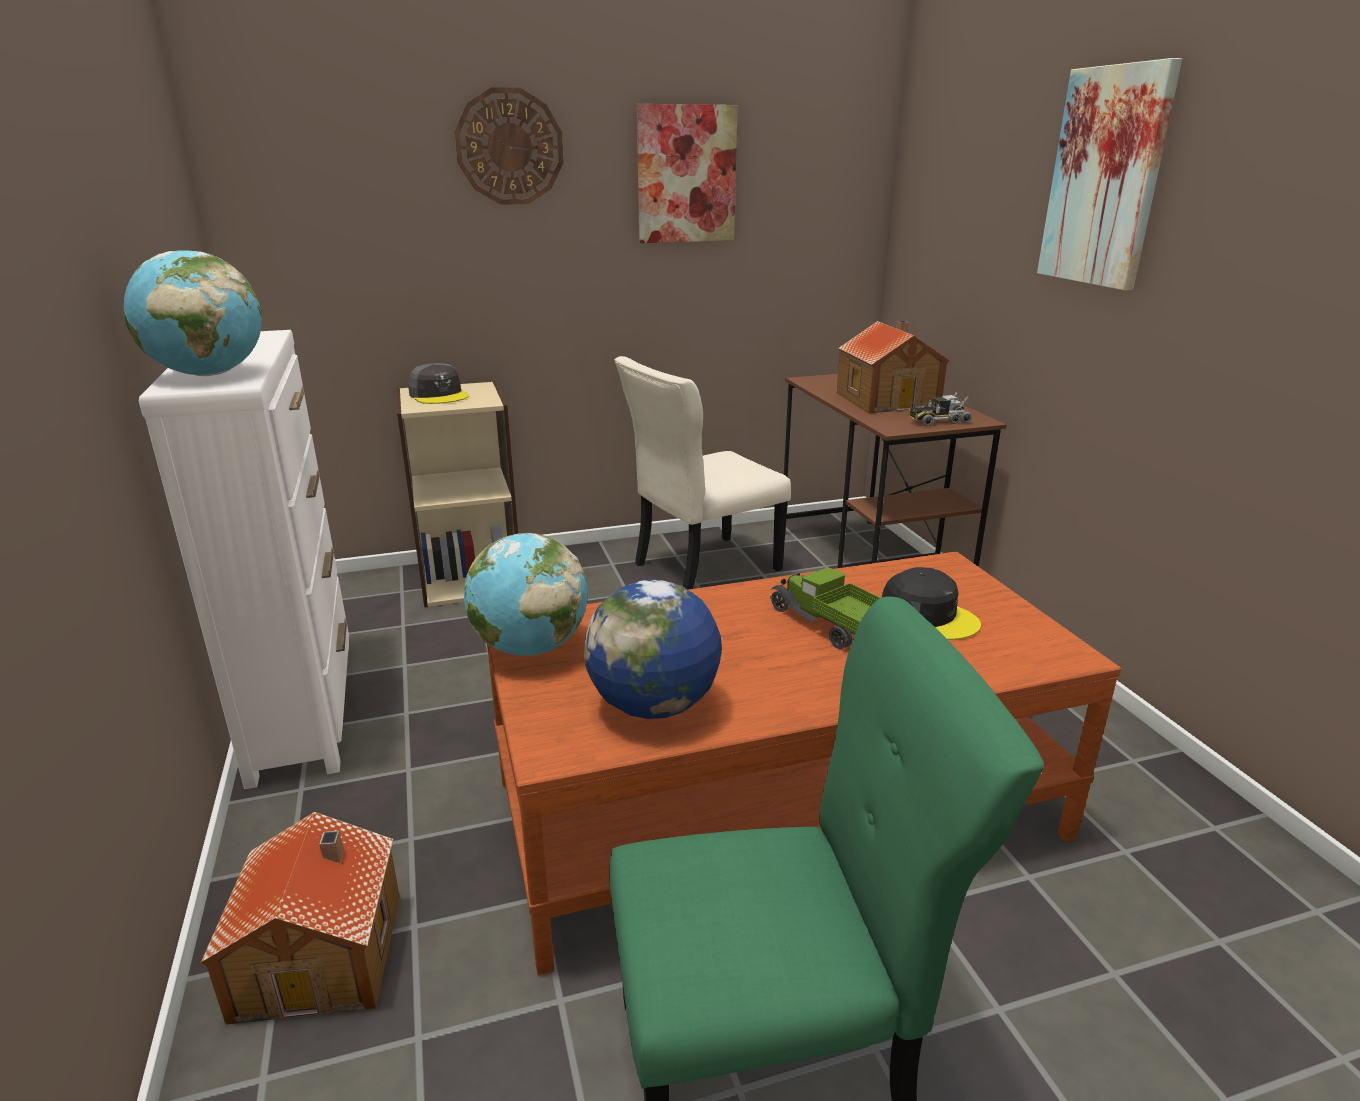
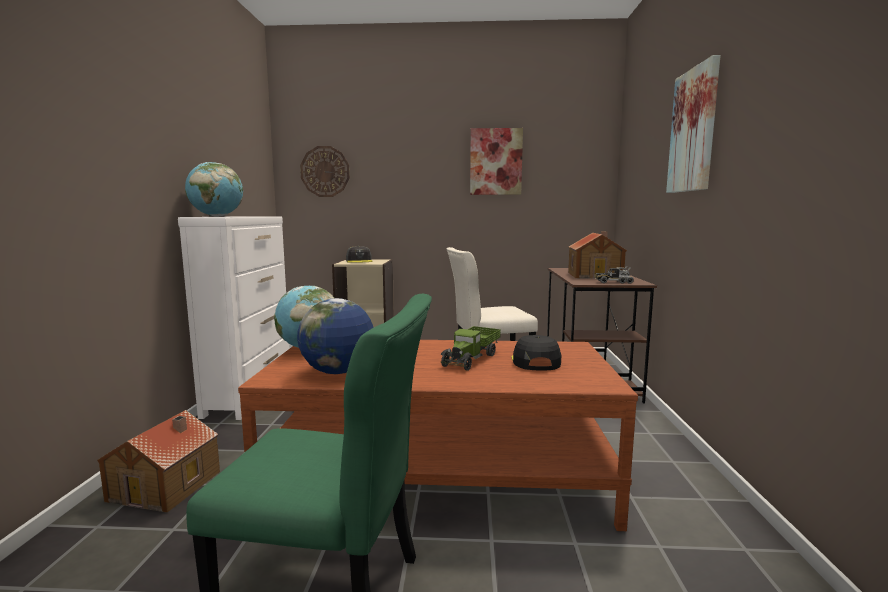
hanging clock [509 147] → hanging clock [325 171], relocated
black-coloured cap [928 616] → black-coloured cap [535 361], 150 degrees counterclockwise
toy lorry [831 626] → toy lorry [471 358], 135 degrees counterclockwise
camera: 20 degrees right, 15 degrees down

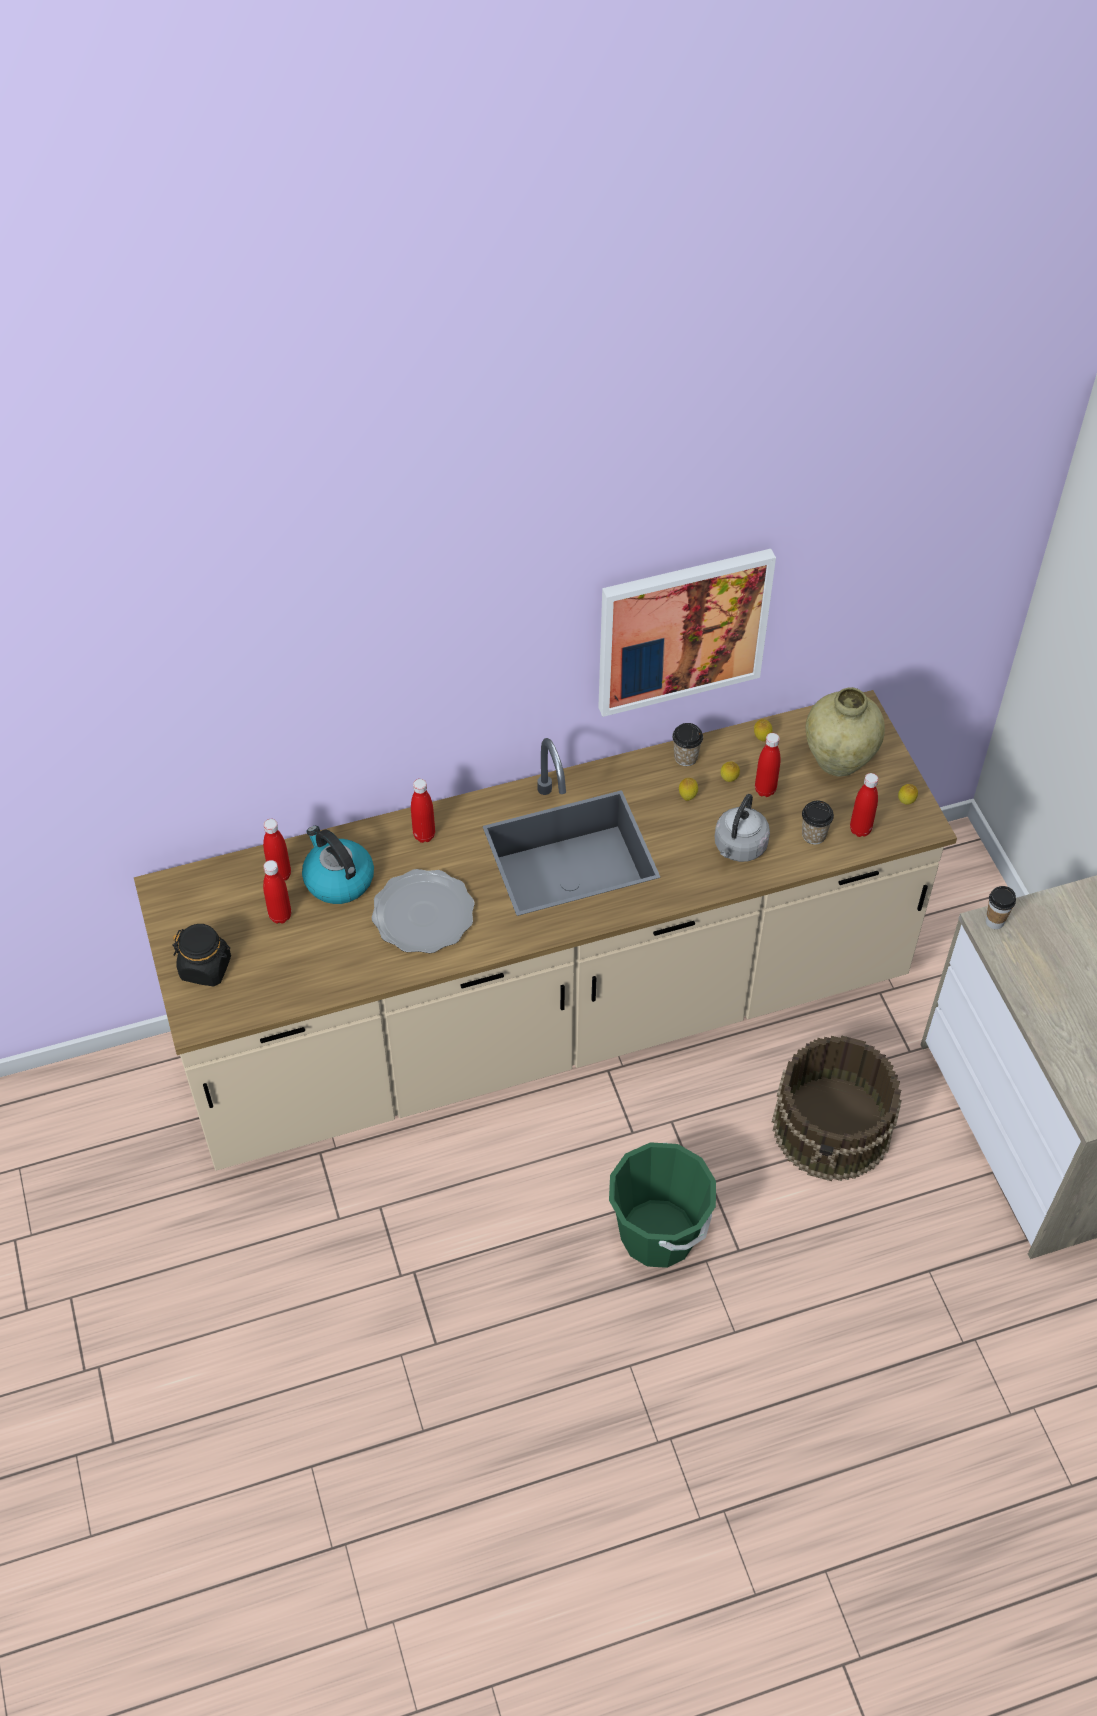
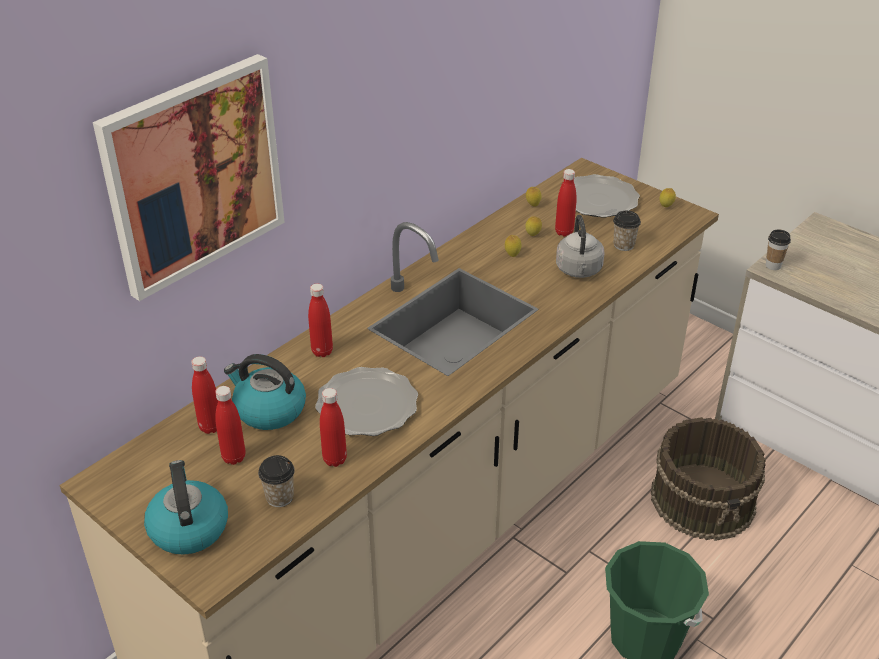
wall picture [682 630] → wall picture [194 175], relocated
sand-coloured flower vase [838 761] → plate [598 200]
cup [685 757] → cup [279 497], relocated
red drink bottle [860 829] → red drink bottle [334 459], relocated
black-coloured storage jar [206 967] → water kettle [188 528]
camera: 30 degrees left, 15 degrees down

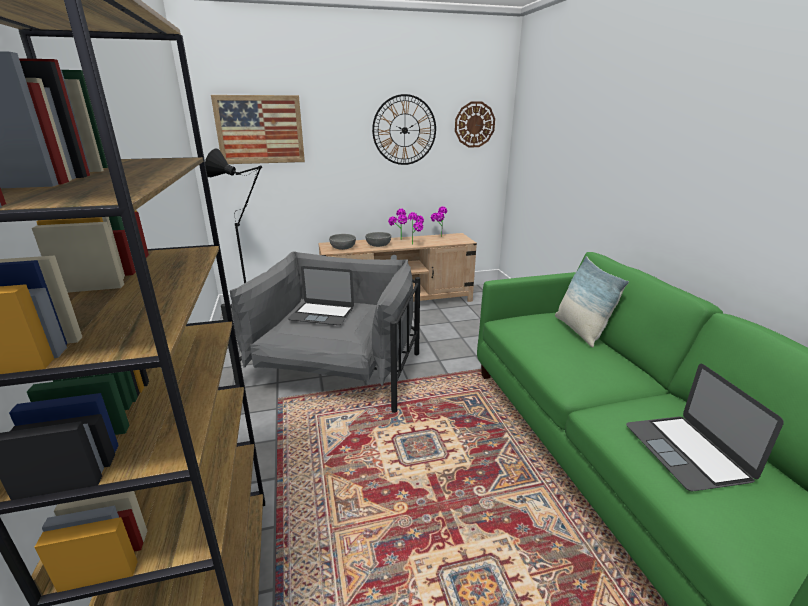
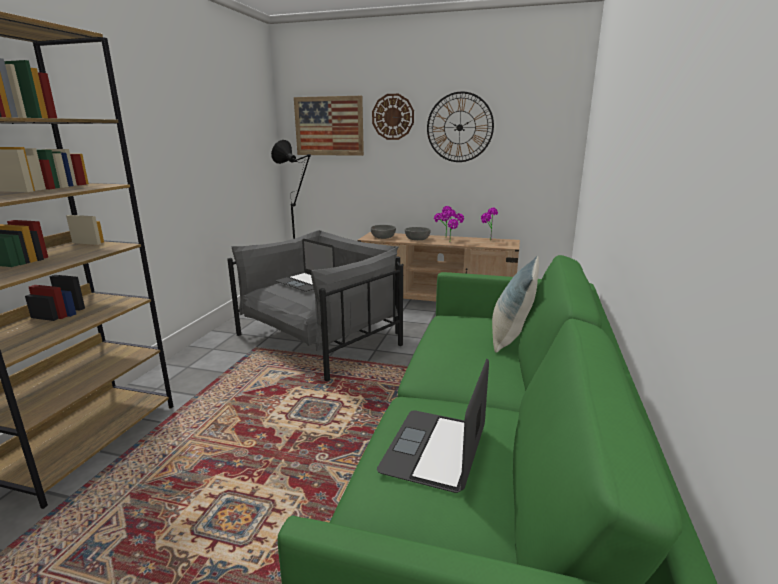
hanging clock [474 124] → hanging clock [393 117], relocated
camera: 30 degrees right, 5 degrees down

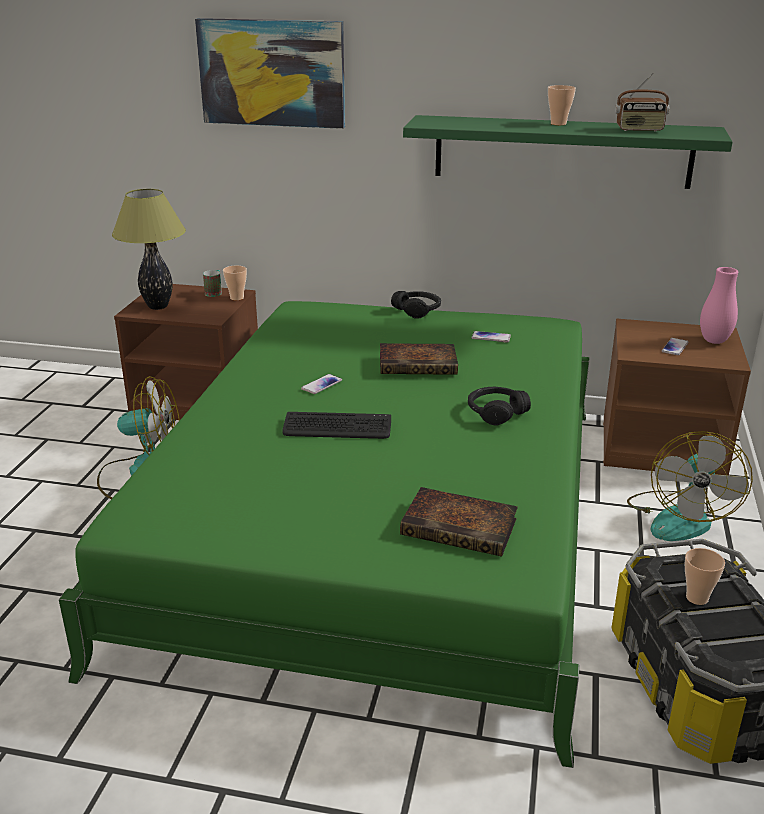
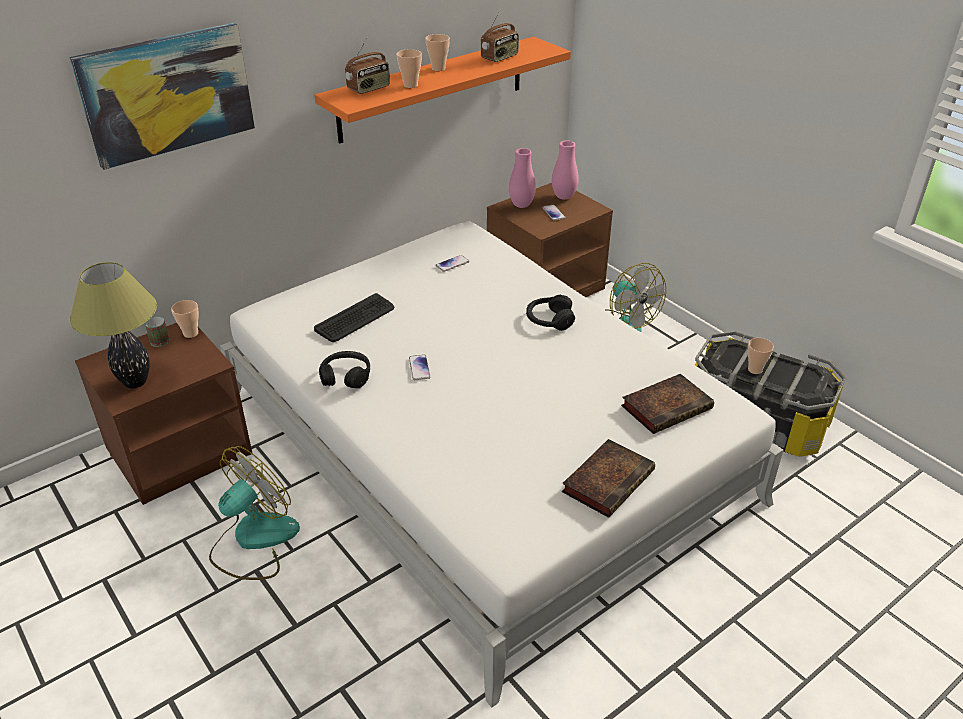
green-coloured bracket shelf [562 151] → orange-coloured bracket shelf [432 89]
black-coloured headset [417 310] → black-coloured headset [346 376], relocated
green-coloured bed [381 522] → whitish bed [481 447]
volume [420 364] → volume [608 480], relocated
PC keyboard [337 427] → PC keyboard [355 319], relocated
- → radio set [369 88]
- → cup [410 85]
- → pink-coloured flower vase [521 205]
camera: 50 degrees left, 10 degrees up

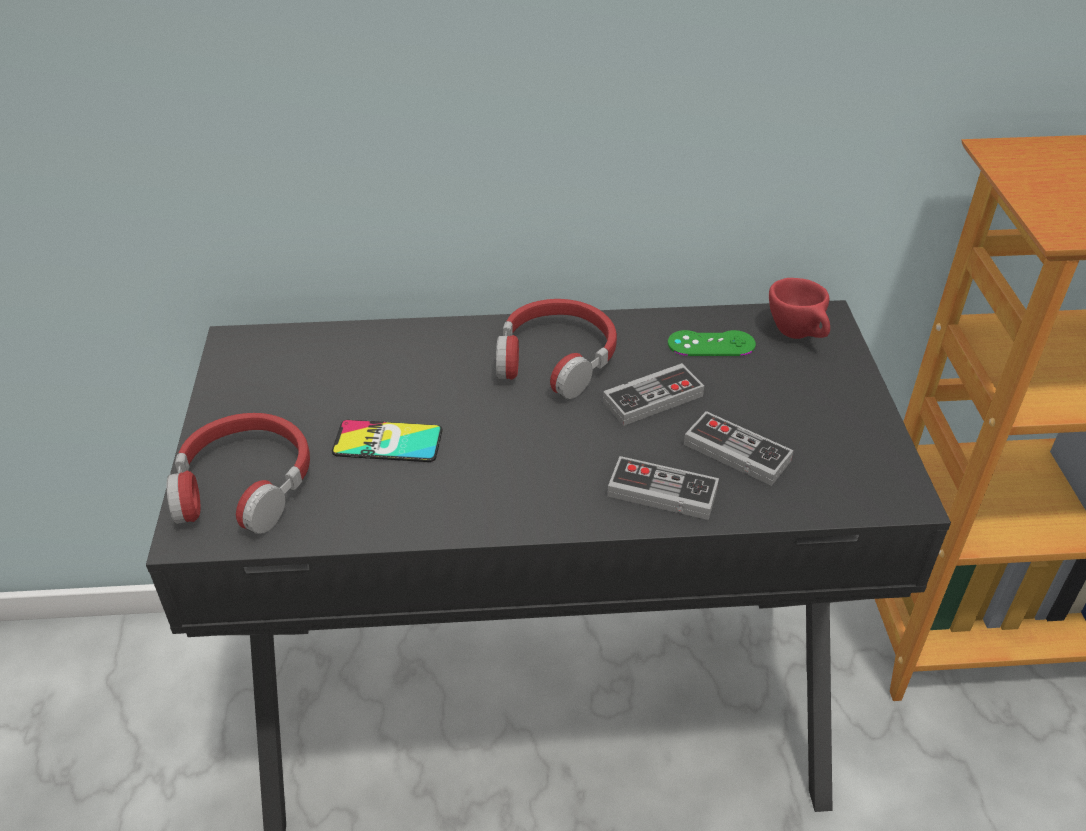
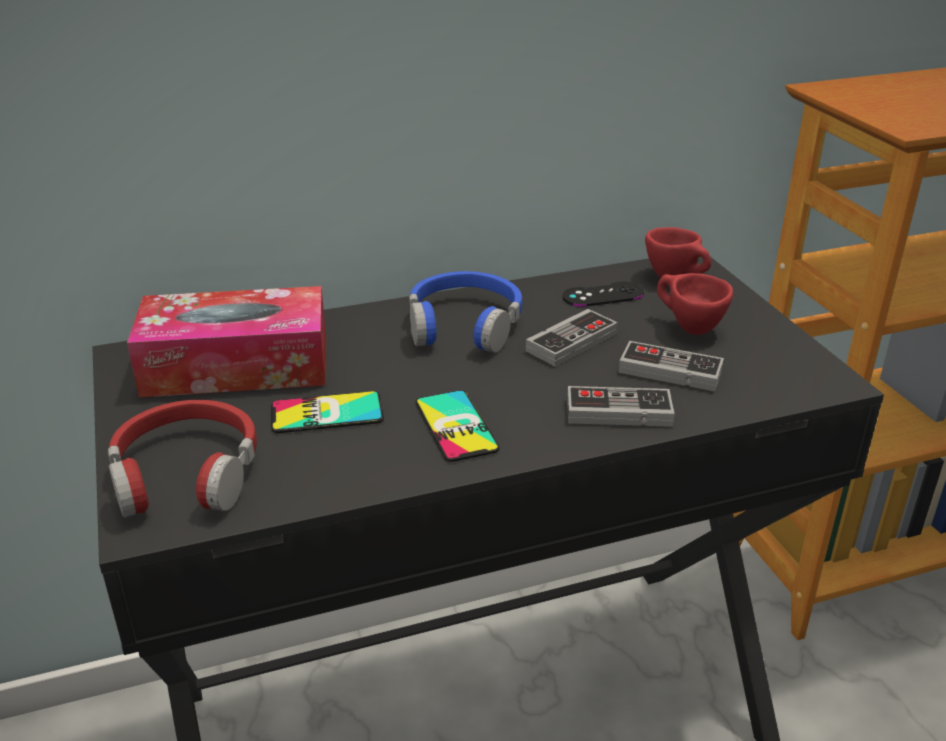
red headset [555 359] → blue-coloured headset [464 324]
green-coloured game controller [711 344] → black-coloured game controller [603 295]
- → red cup [687 327]
- → box of tissues [237 366]
- → phone [456 426]
camera: 15 degrees left, 10 degrees down

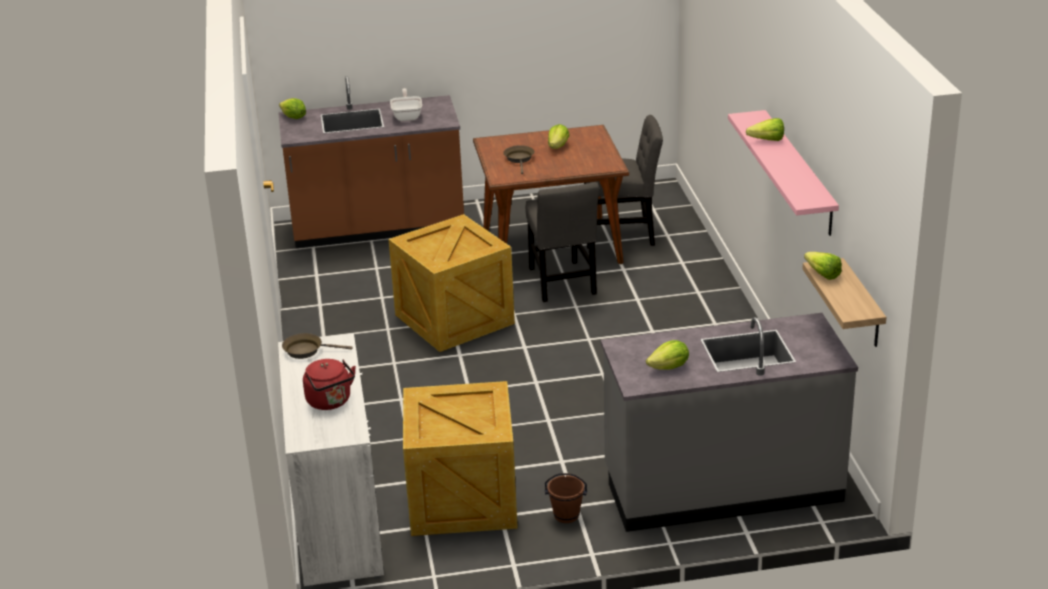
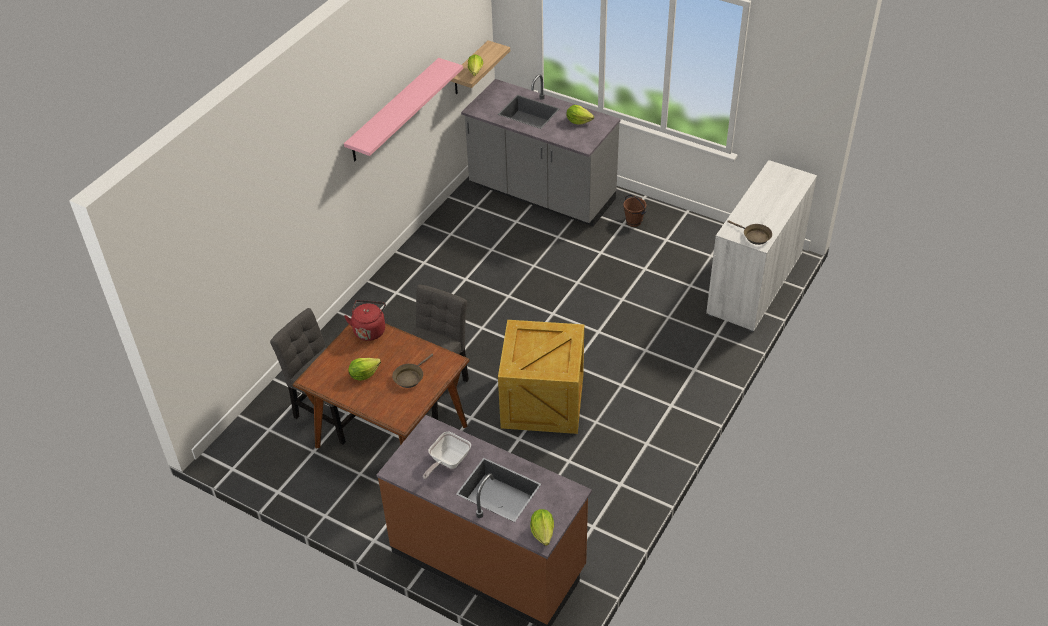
lettuce [764 140] → -
red water kettle [330 402] → red water kettle [369 330], relocated
packing crate [464 500] → -
camera: 140 degrees left, 15 degrees up

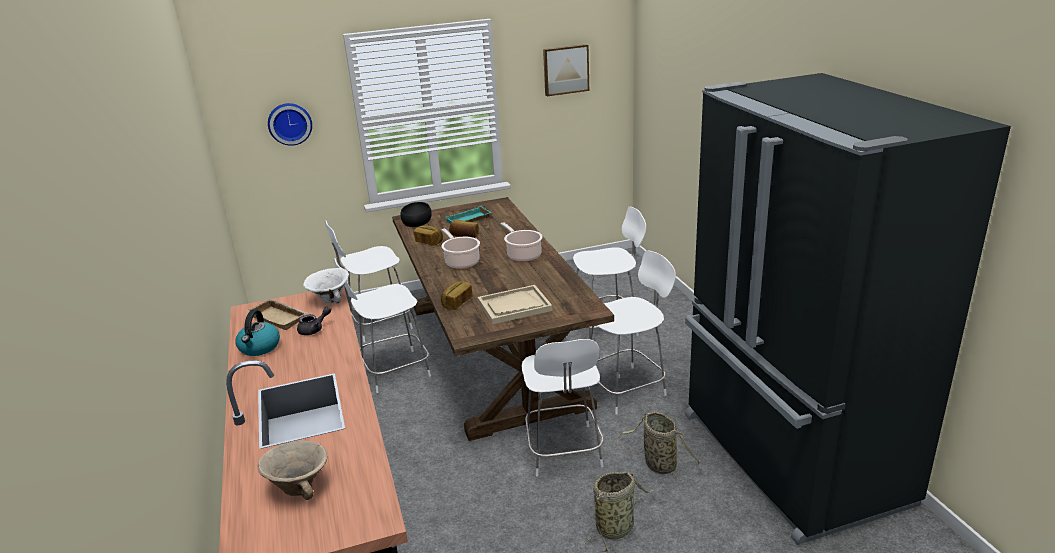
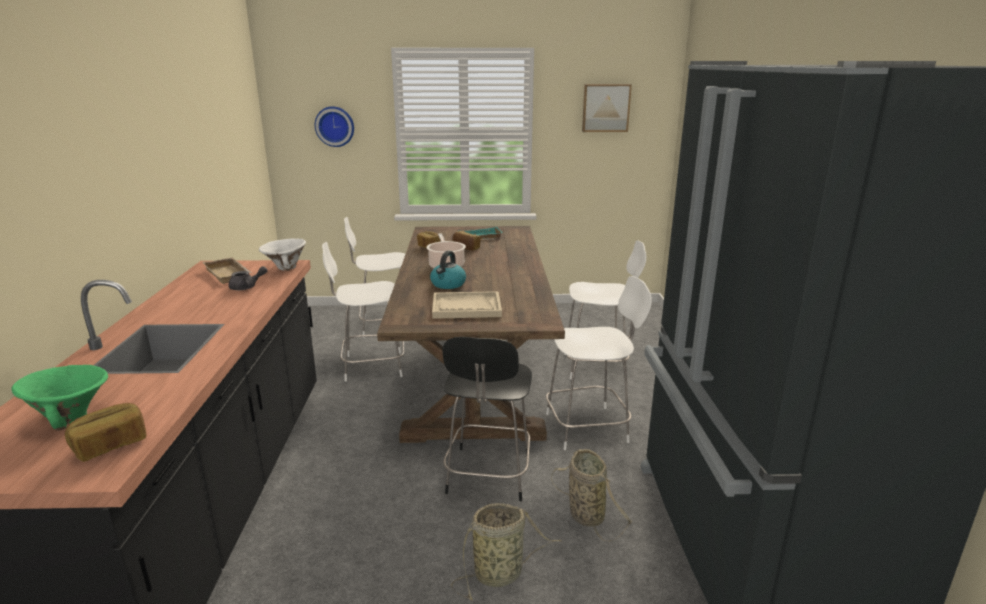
black-coloured deep dish [417 220] → -
stockpot [523 255] → -
bread [456 303] → bread [111 445], relocated
water kettle [259 348] → water kettle [448 284], relocated
whitish plain chair [564 452] → black-coloured plain chair [488 476]
sand-coloured deep dish [300 487] → green-coloured deep dish [73 417]
camera: 15 degrees right, 5 degrees down

